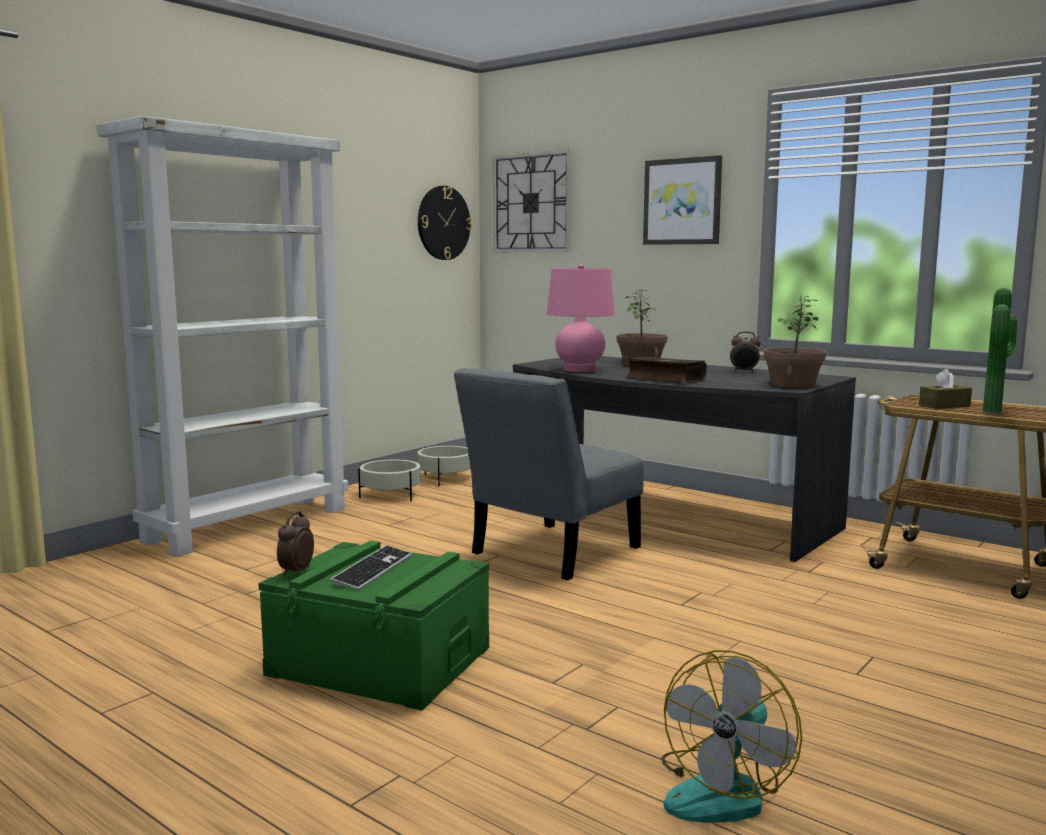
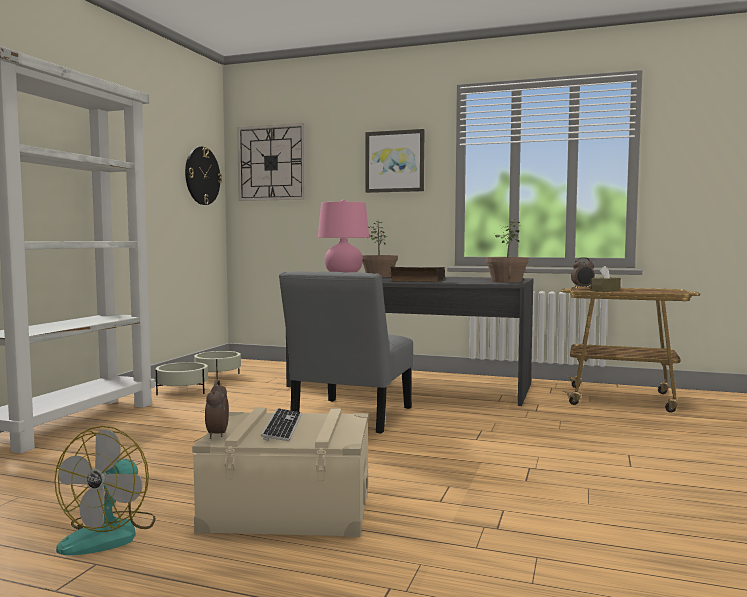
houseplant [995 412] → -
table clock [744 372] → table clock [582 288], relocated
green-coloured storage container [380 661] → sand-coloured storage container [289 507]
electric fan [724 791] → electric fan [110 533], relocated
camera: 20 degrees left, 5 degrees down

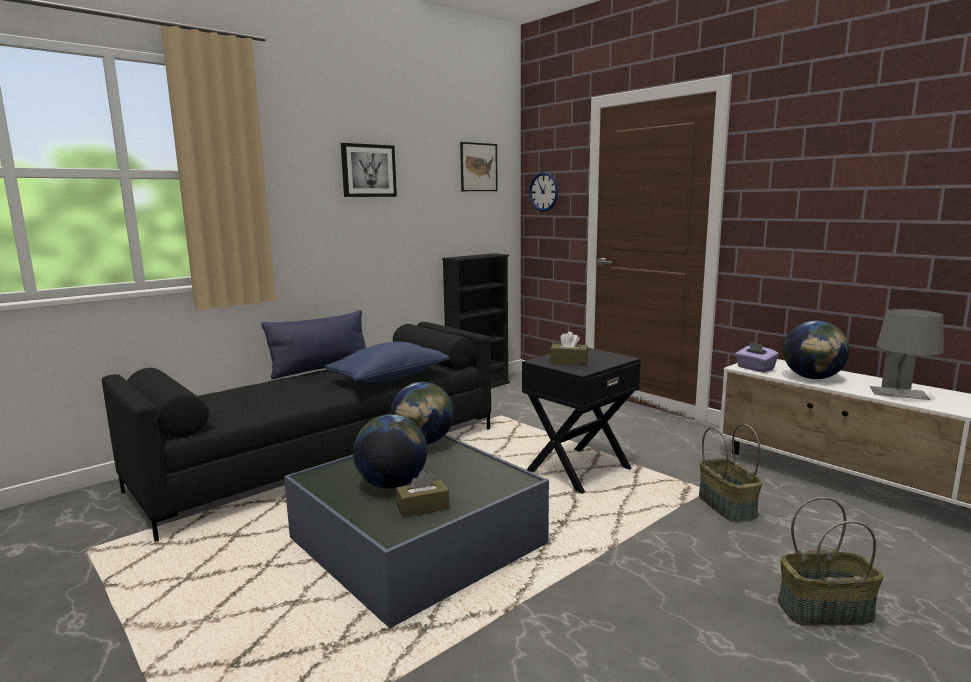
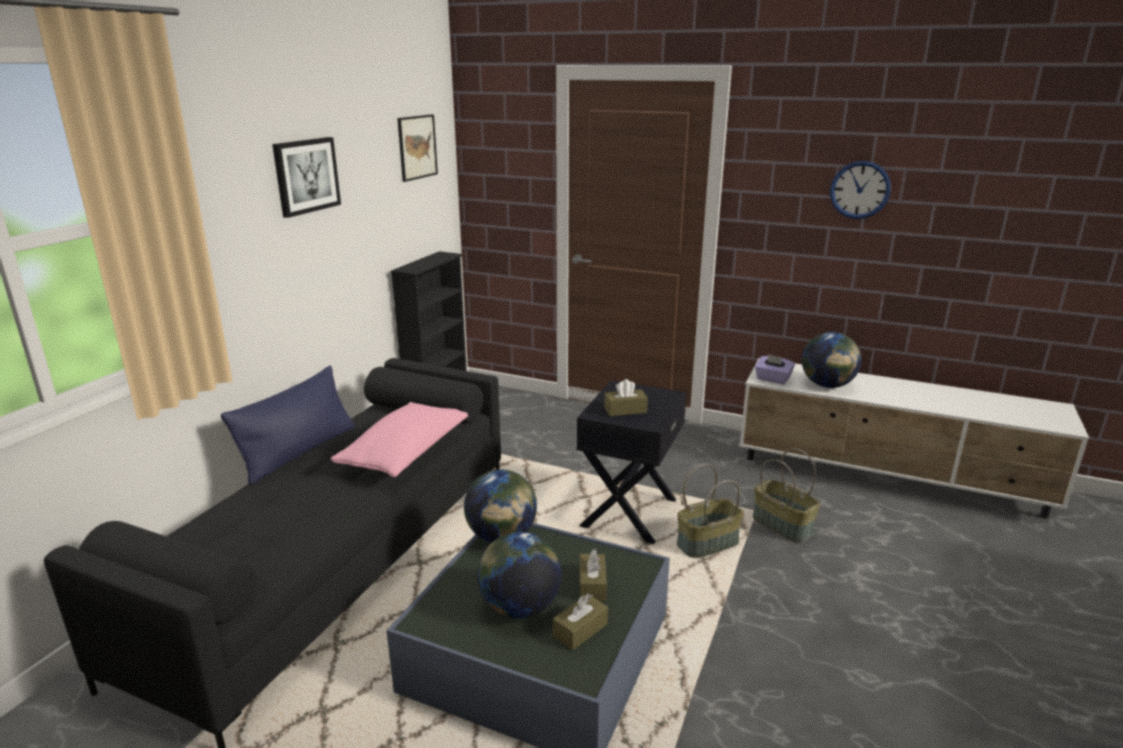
hanging clock [543 191] → hanging clock [860 190], relocated
greyish tabletop lamp [901 396] → -
blue-coloured cushion [389 378] → pink-coloured cushion [405 454]
basket [825 610] → basket [707 543], relocated
- → brown box of tissues [592 585]
camera: 25 degrees left, 10 degrees up

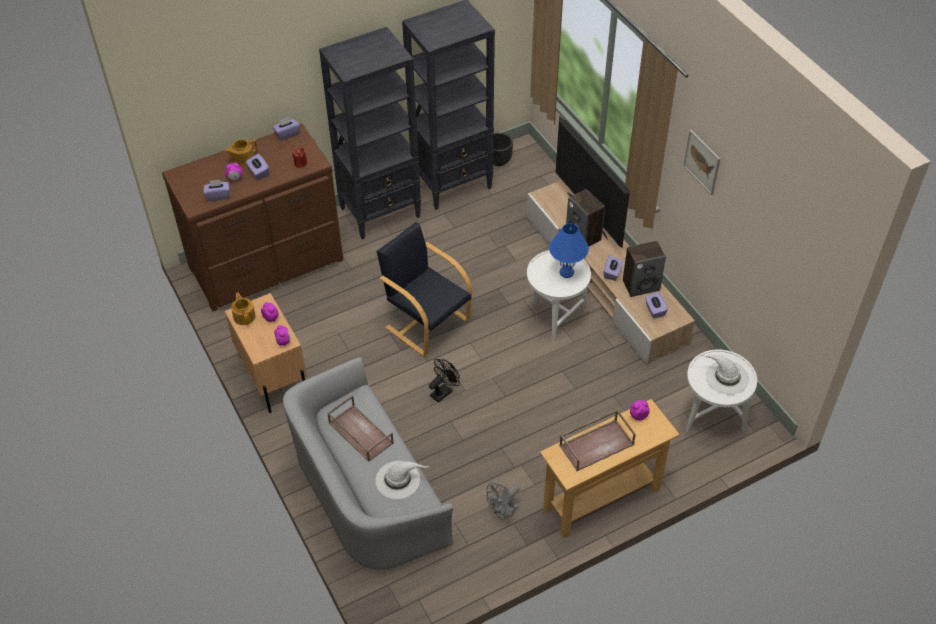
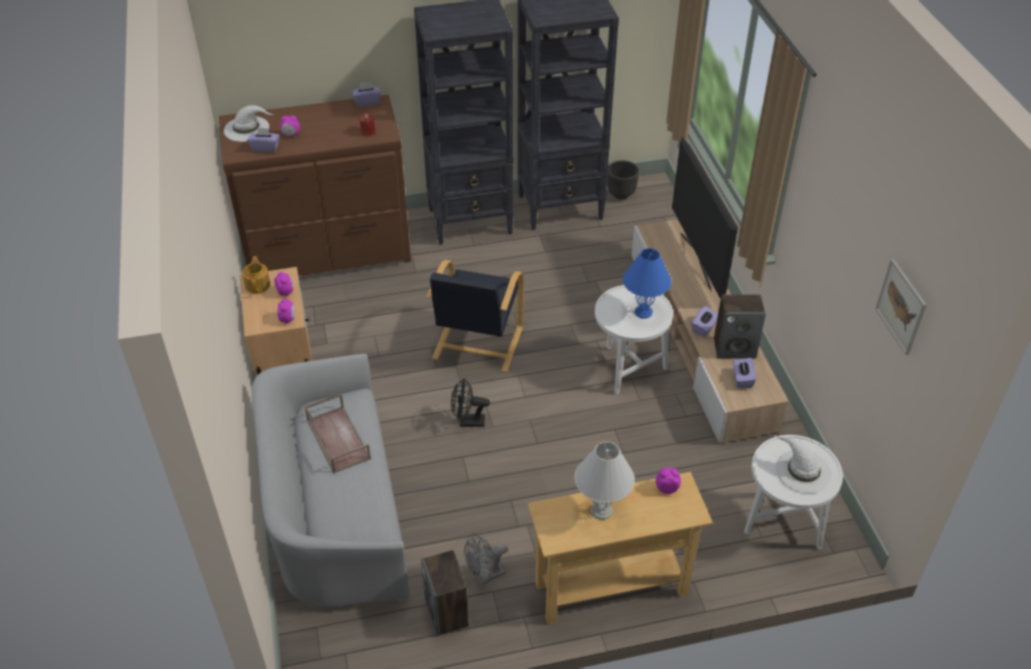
wall picture [702 162] → wall picture [901 306], relocated
tea pot [242 158] → -
purplish box of tissues [258 172] → -
speaker [583 236] → speaker [447 612], relocated
black-coloured lounge chair [426 322] → black-coloured lounge chair [477 344], 135 degrees counterclockwise
black-coloured electric fan [444 391] → black-coloured electric fan [467 422], 150 degrees counterclockwise
brown carrying tray [596 444] → whitish tabletop lamp [602 510]
whitish wearable hat [398 479] → whitish wearable hat [247 128], relocated
camera: 15 degrees right, 5 degrees down

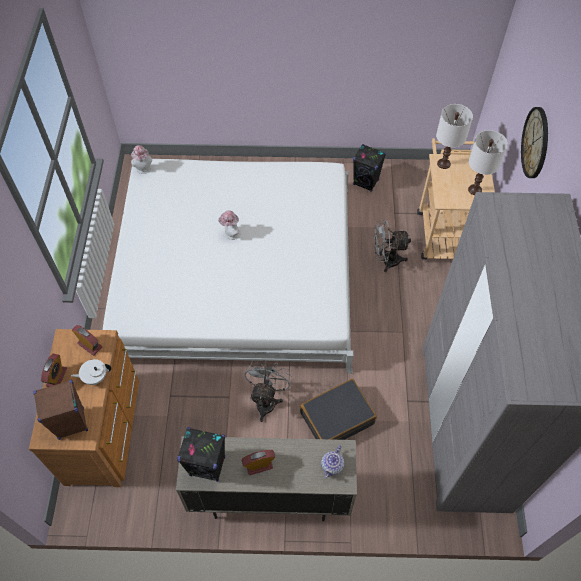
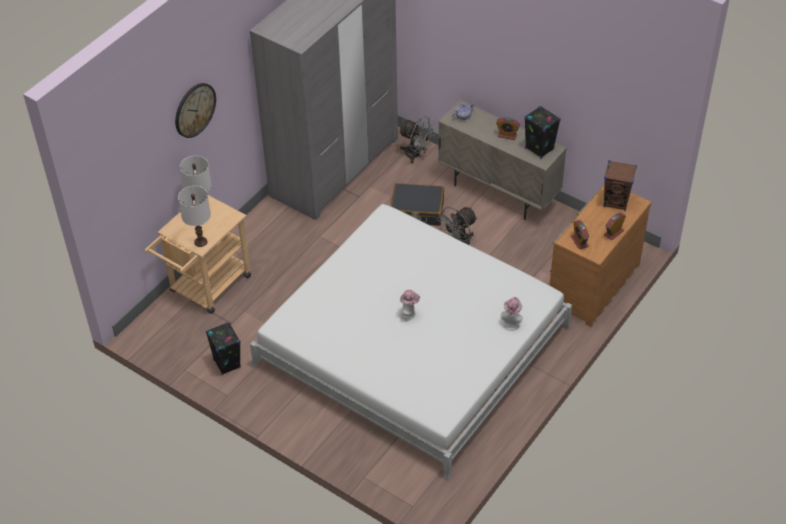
wearable hat [144 170] → wearable hat [511 323], relocated
greyish electric fan [386 260] → greyish electric fan [416 155], relocated
whitish tea pot [95 377] → -
camera: 145 degrees left, 10 degrees down

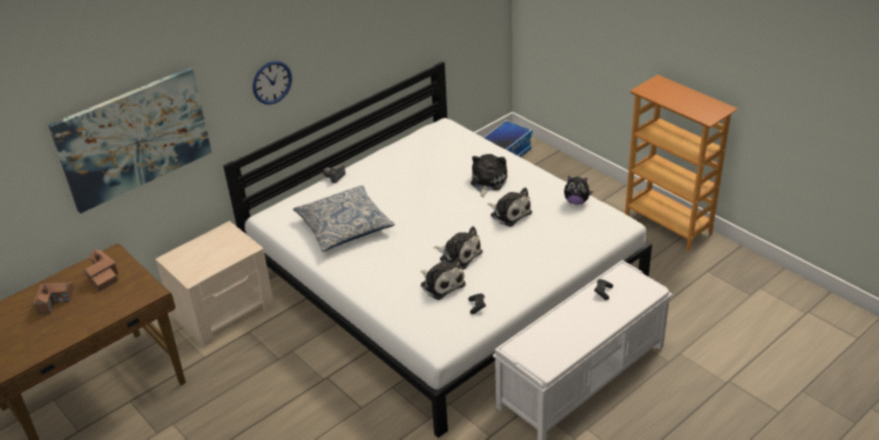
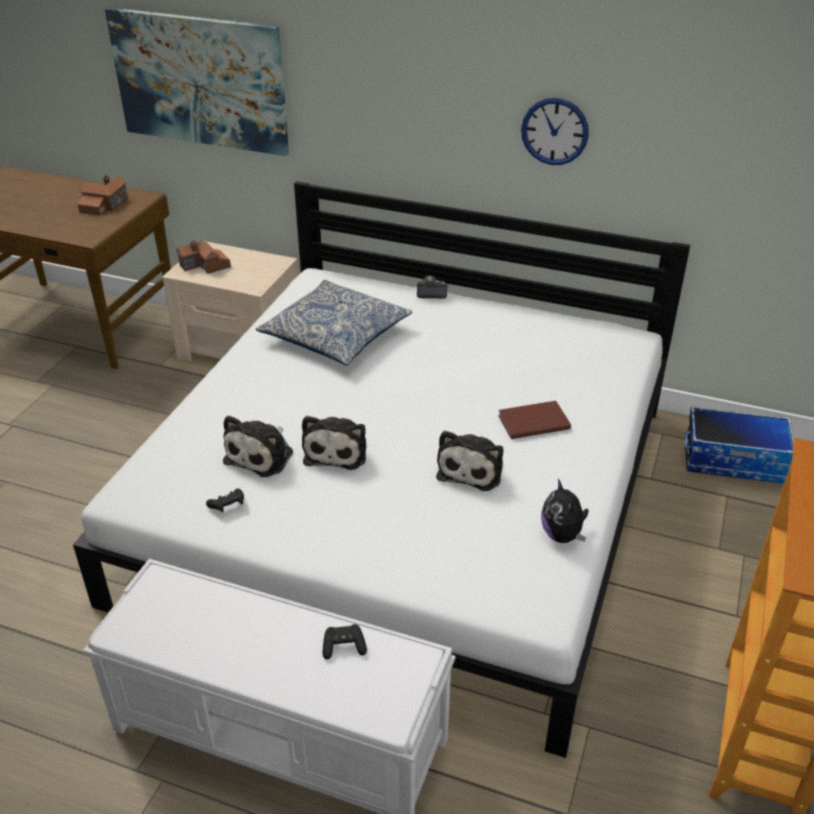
hanging clock [272 82] → hanging clock [554 131], relocated
soft toy [487 182] → brown volume [532 421]
miniature house [56 300] → miniature house [205 266], relocated
camera: 60 degrees right, 0 degrees up

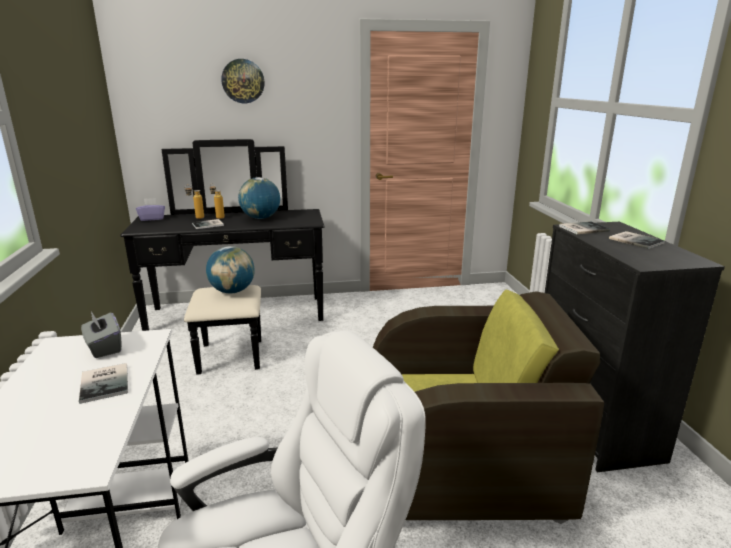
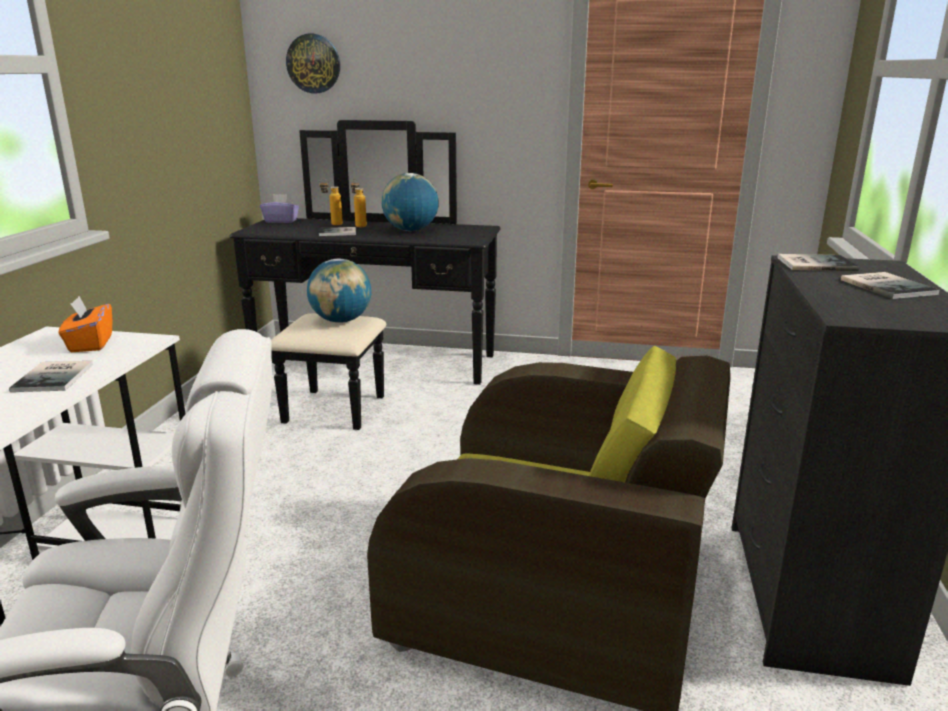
hanging clock [243 81] → hanging clock [313 63], relocated
greyish box of tissues [104 347] → orange-coloured box of tissues [90 344]
camera: 20 degrees right, 0 degrees up

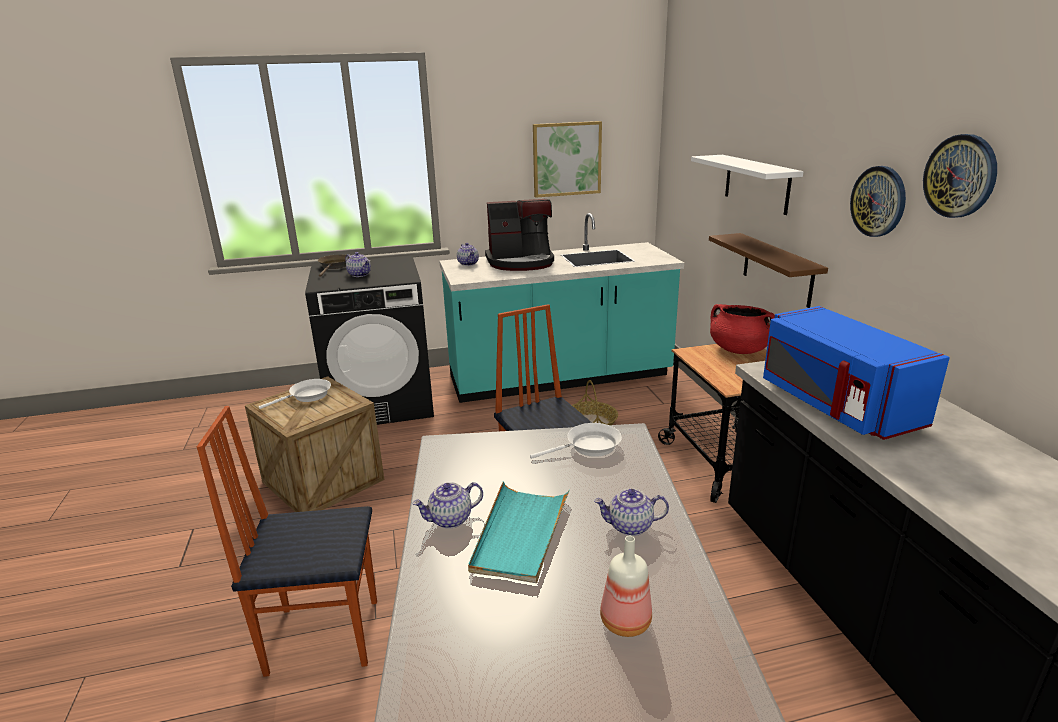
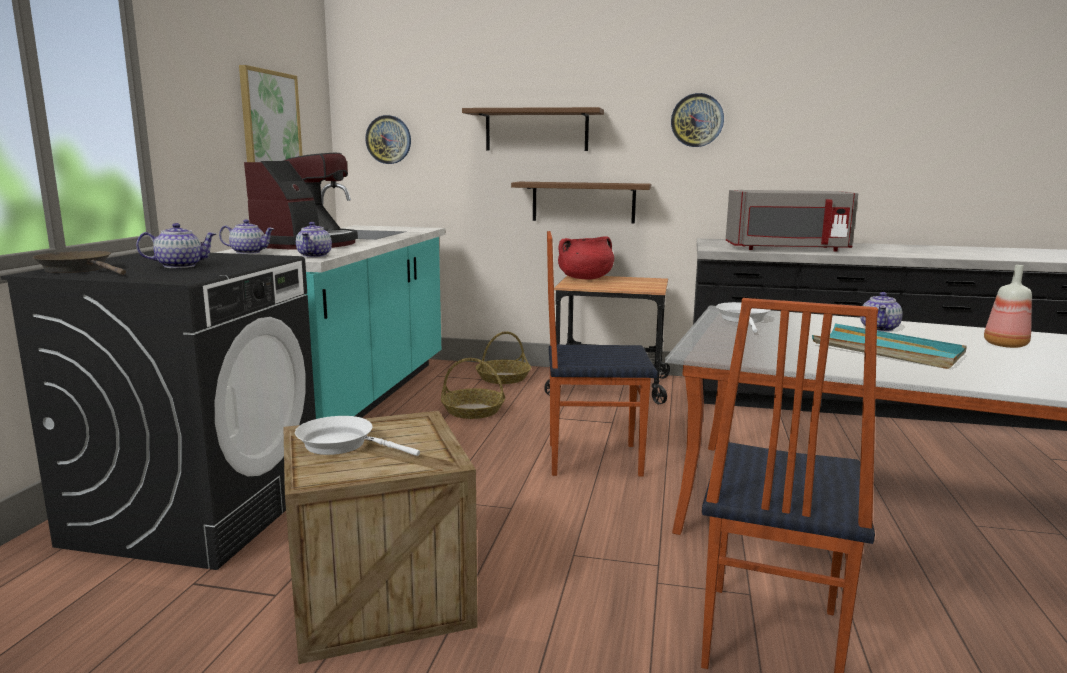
hanging clock [960 176] → hanging clock [388 139], relocated
whitish bracket shelf [756 183] → brown bracket shelf [536 130]
blue-coloured microwave oven [835 404] → greyish microwave oven [787 249]
whitish pan [307 396] → whitish pan [342 445], 60 degrees counterclockwise
tea pot [450 520] → tea pot [315 255], relocated
- → basket [503 378]
camera: 65 degrees left, 10 degrees down

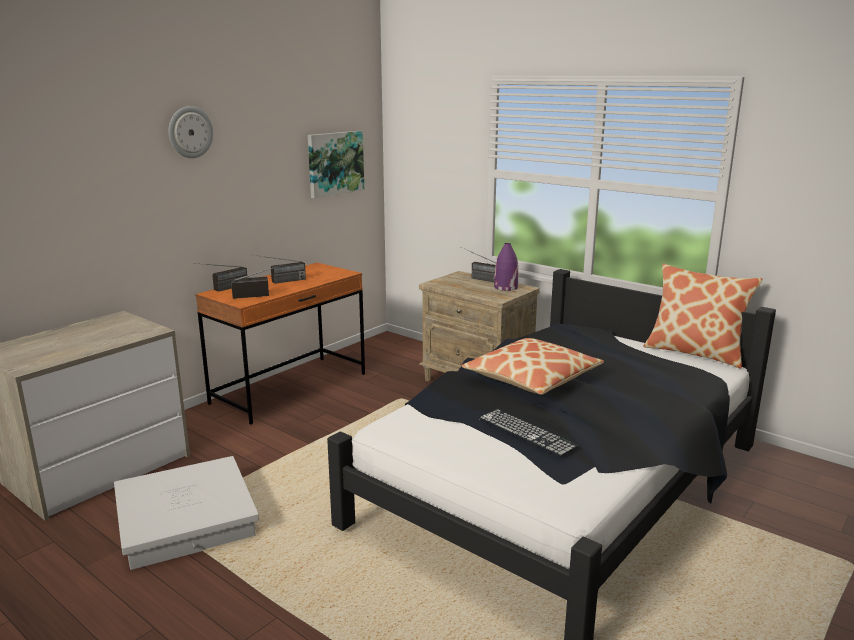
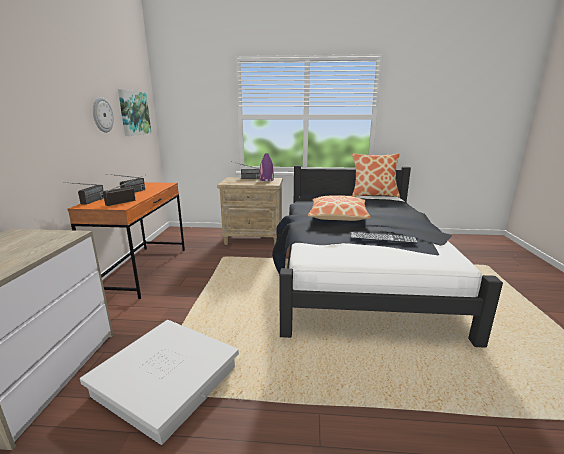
hanging clock [190 132] → hanging clock [102 115], relocated
camera: 35 degrees left, 0 degrees up

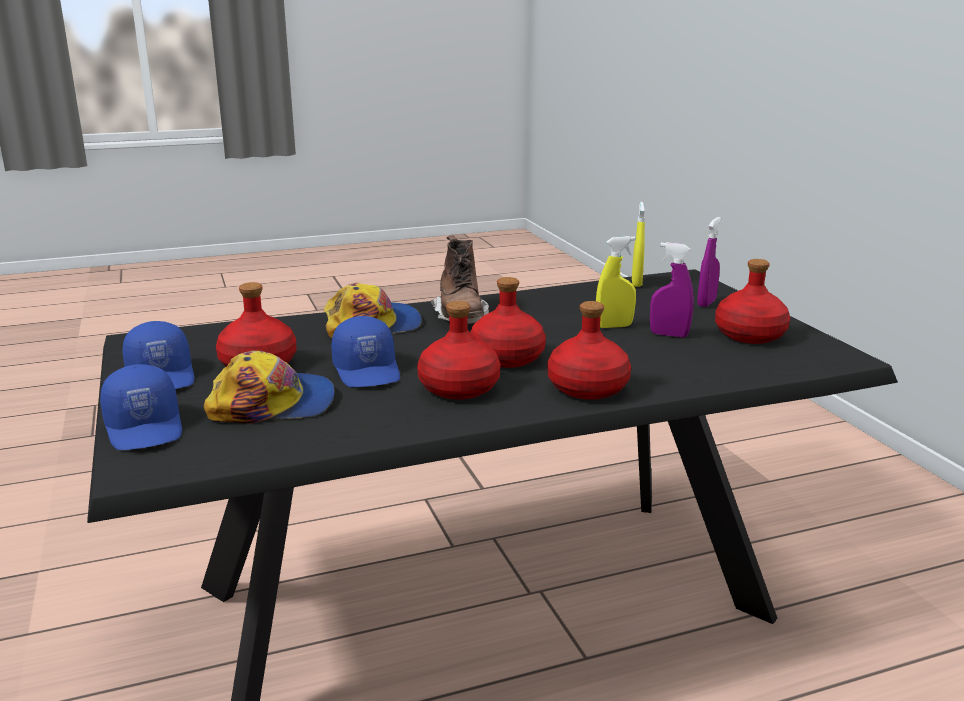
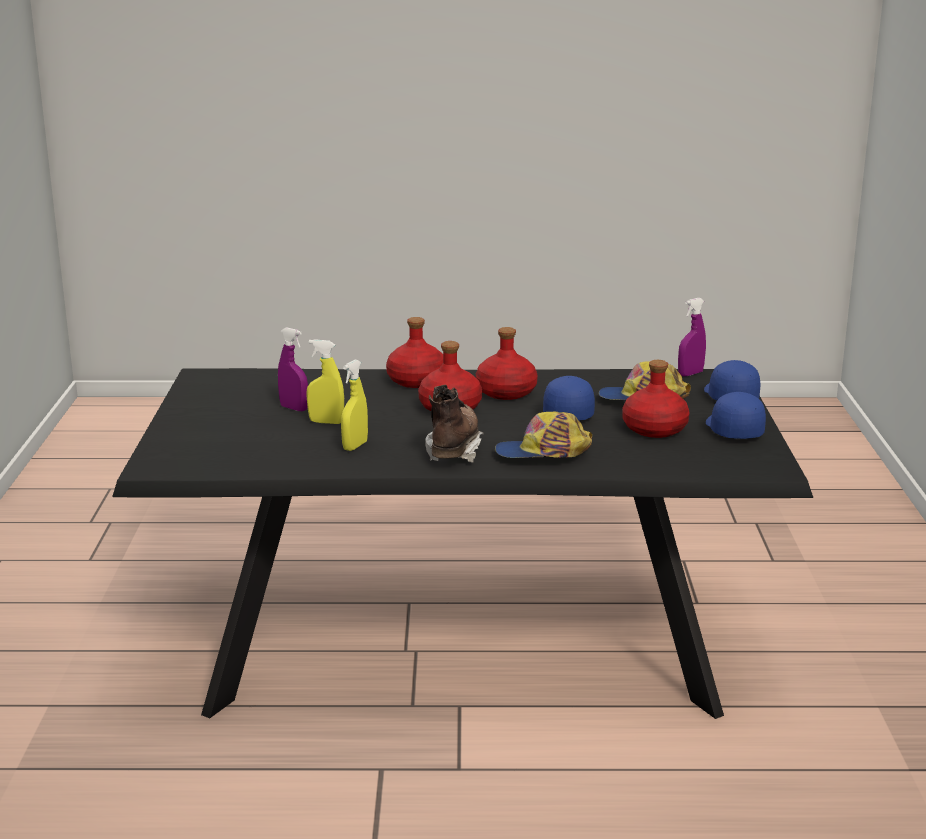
yellow-coloured sprayer [636 283] → yellow-coloured sprayer [355 446], relocated
purplish sprayer [706 303] → purplish sprayer [690 374], relocated
red drink bottle [750 335] → -
camera: 160 degrees left, 0 degrees up

